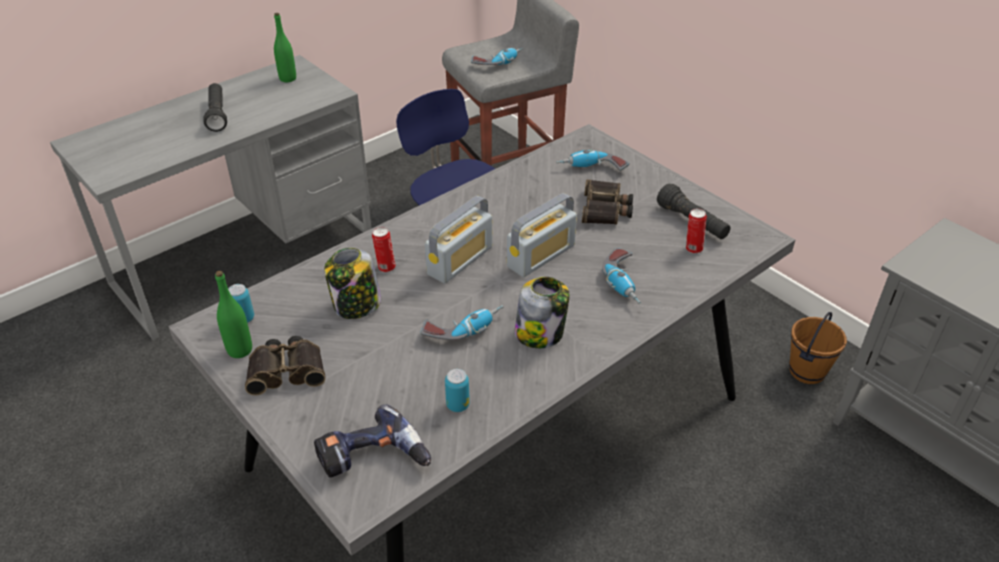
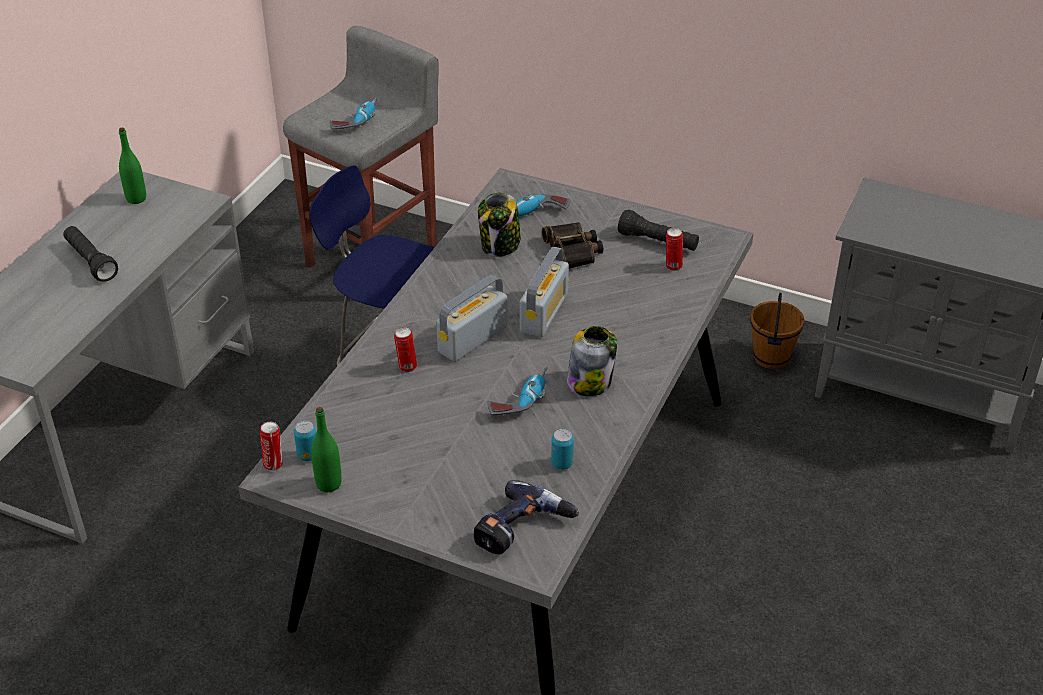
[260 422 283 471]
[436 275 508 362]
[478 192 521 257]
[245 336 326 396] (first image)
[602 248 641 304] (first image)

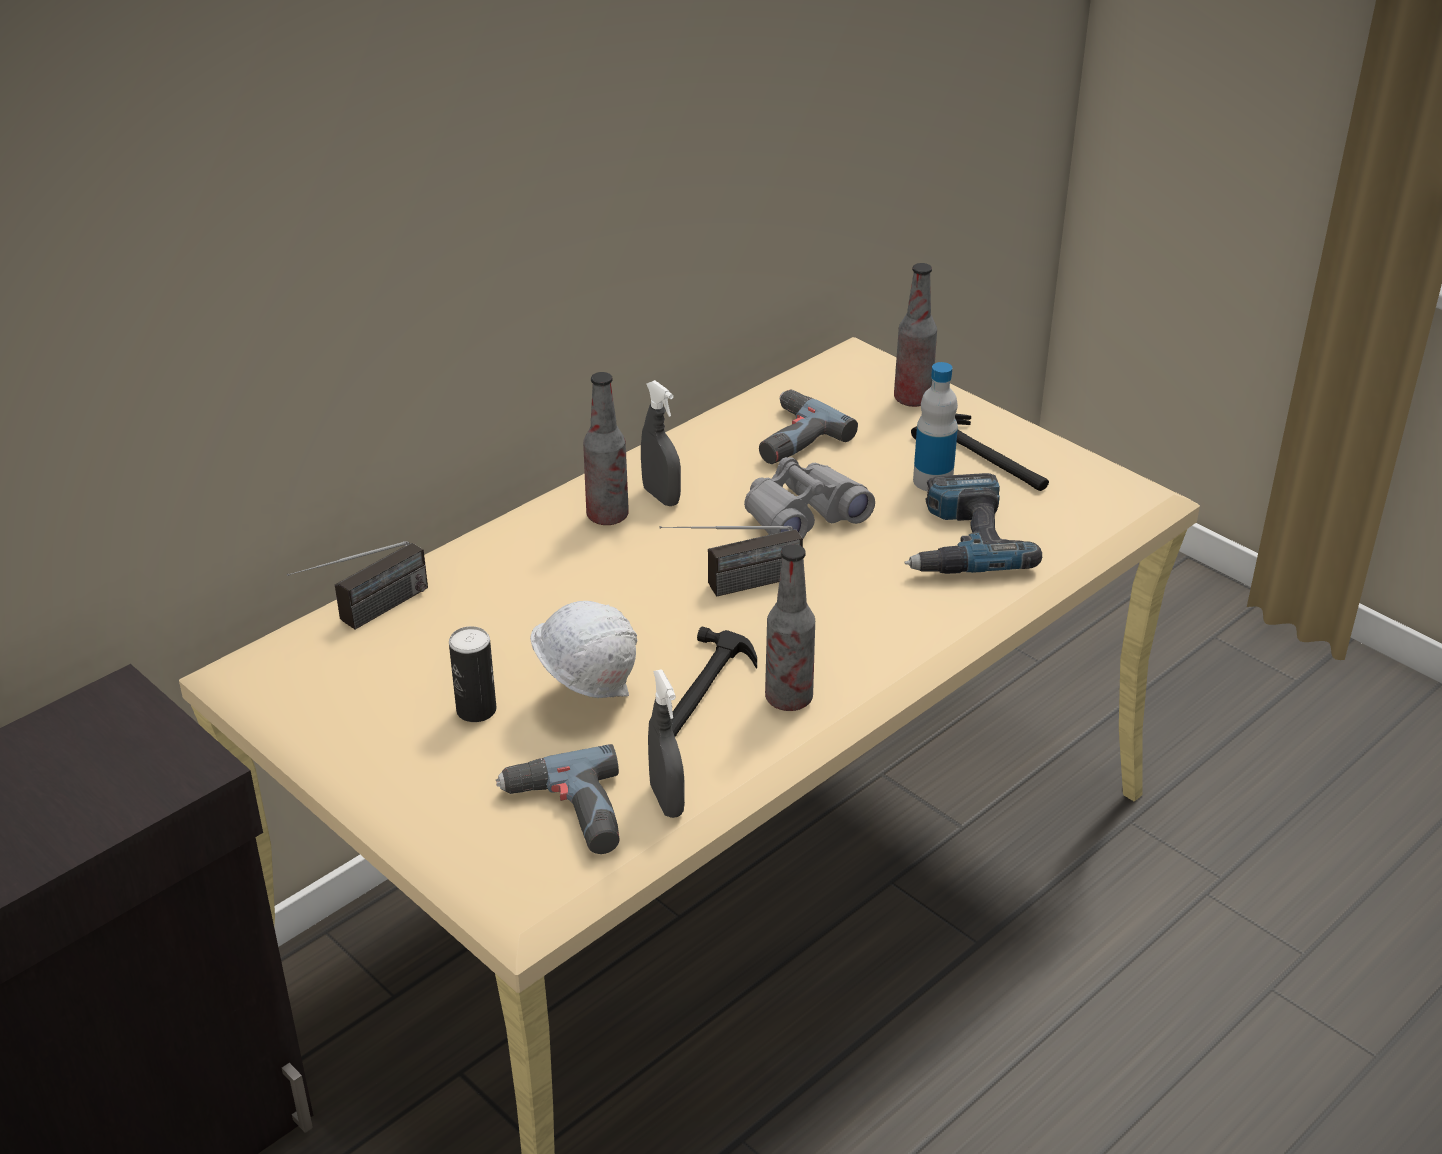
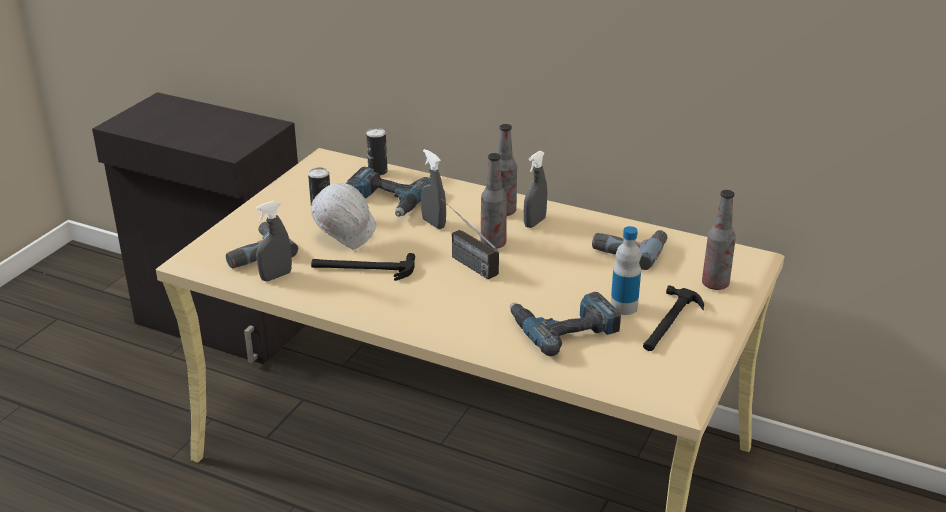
[346 167 431 217]
[366 128 387 176]
[421 149 446 229]
[481 153 507 249]
[744 457 875 538] (first image)

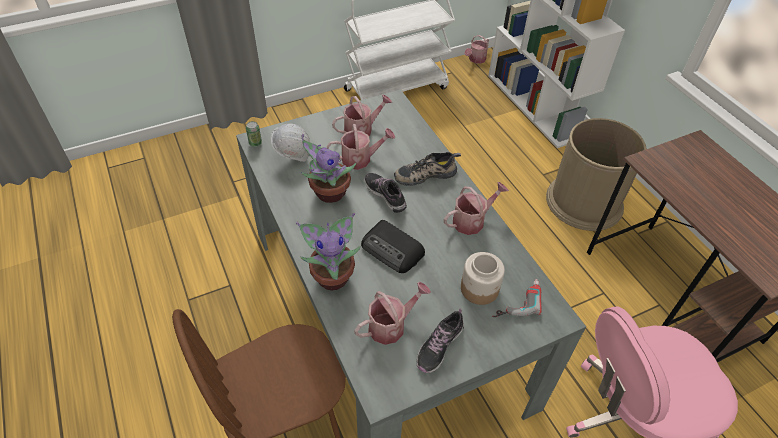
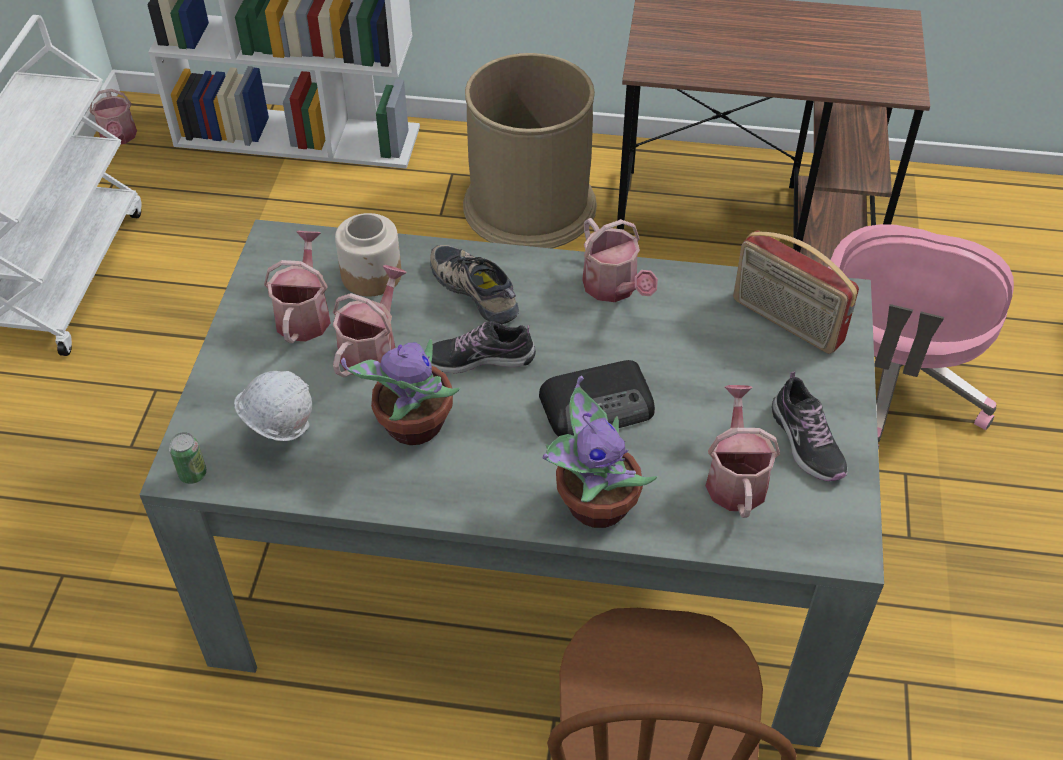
[335 213 401 296]
[430 245 519 324]
[582 218 658 302]
[733 230 859 354]

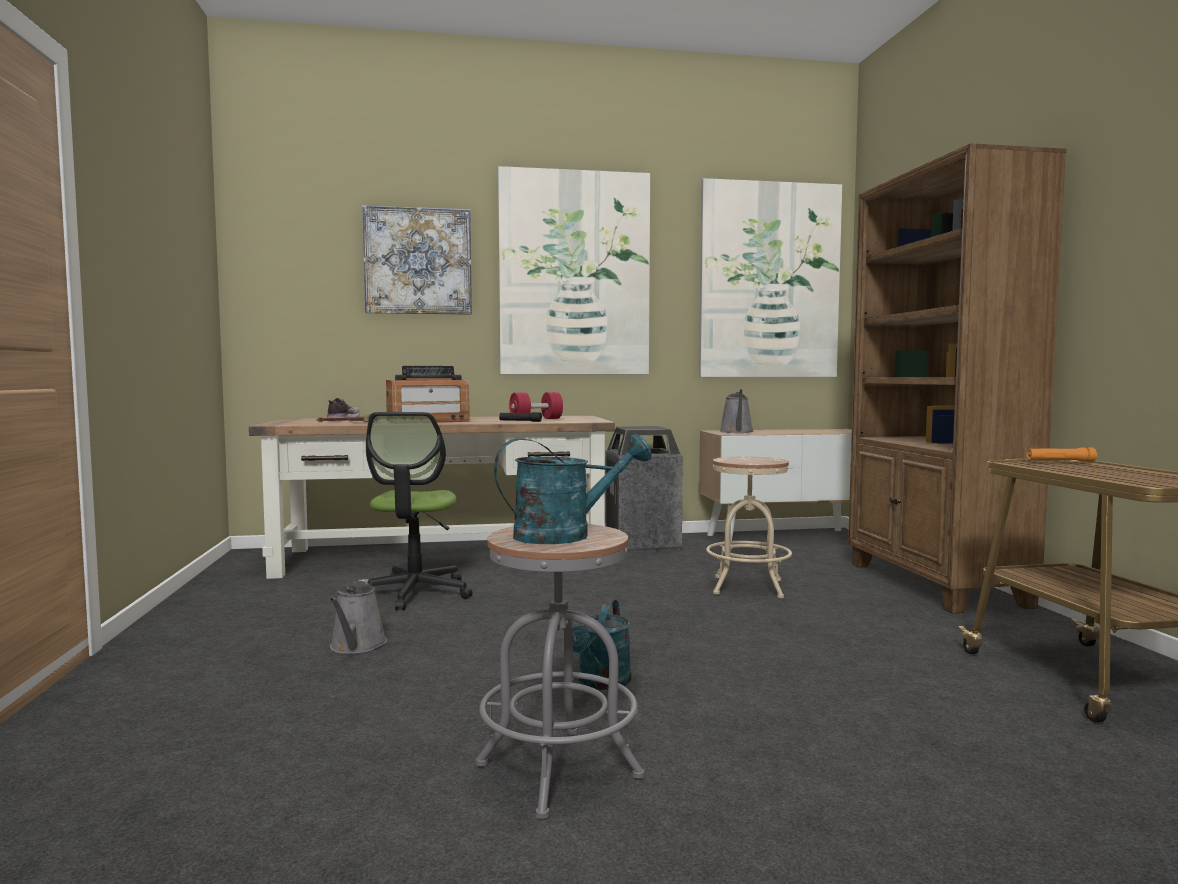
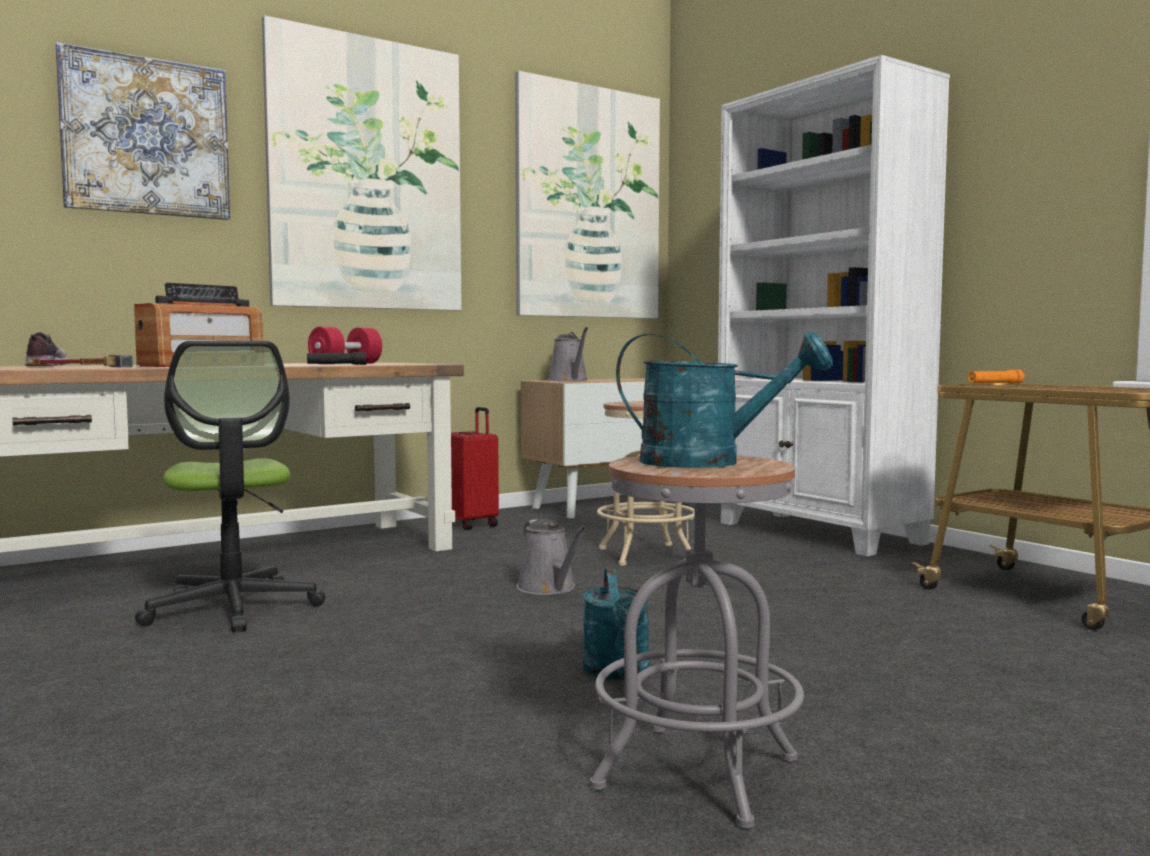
[451 407 499 530]
[517 519 586 595]
[616 331 833 468]
[718 55 950 557]

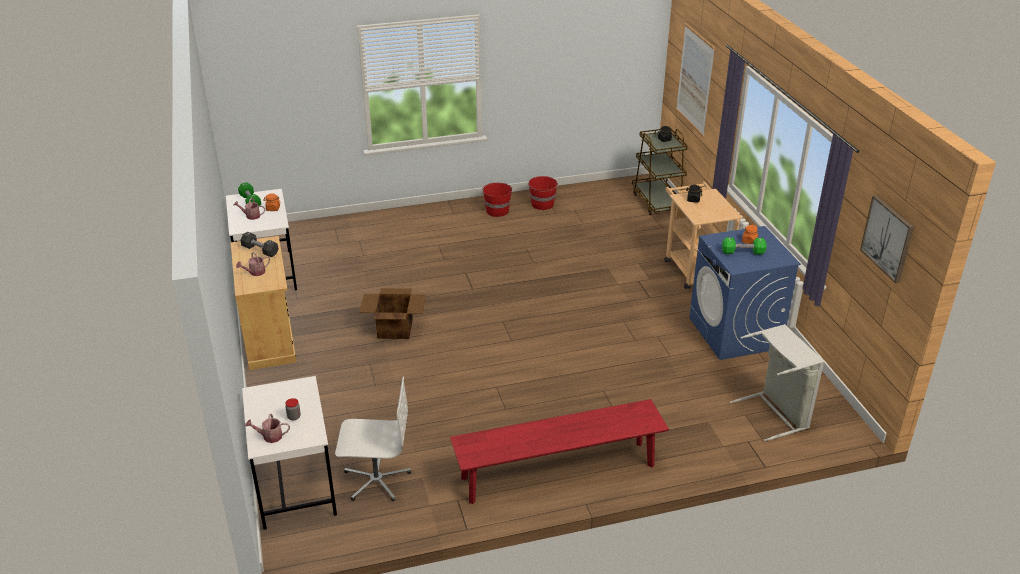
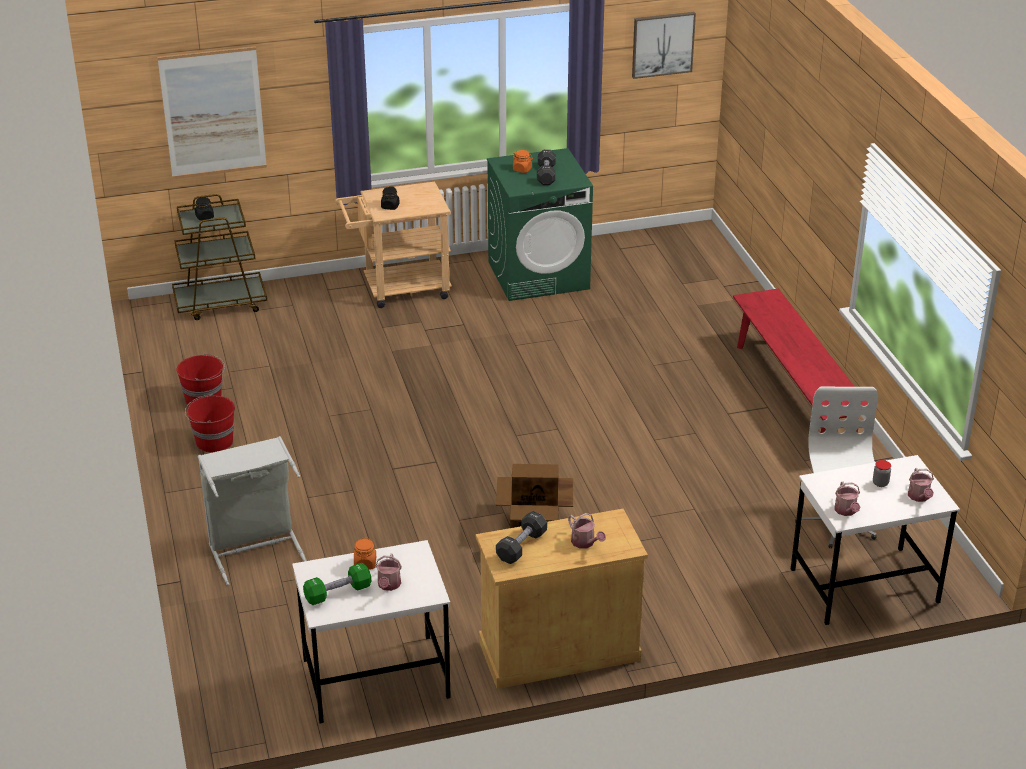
[198 436 307 586]
[487 148 593 301]
[537 150 556 185]
[834 481 860 516]

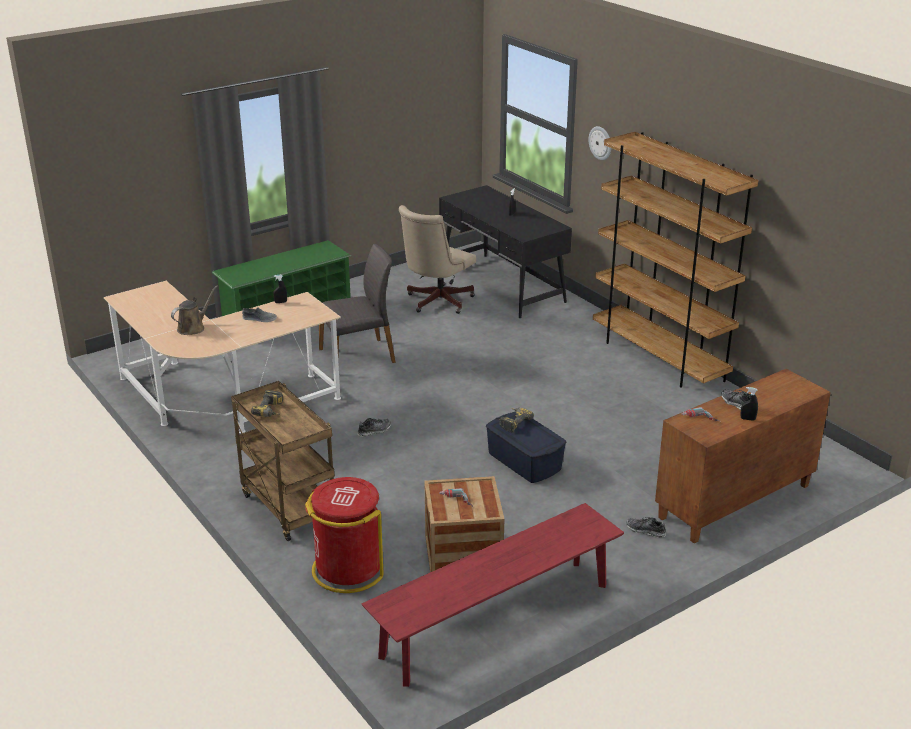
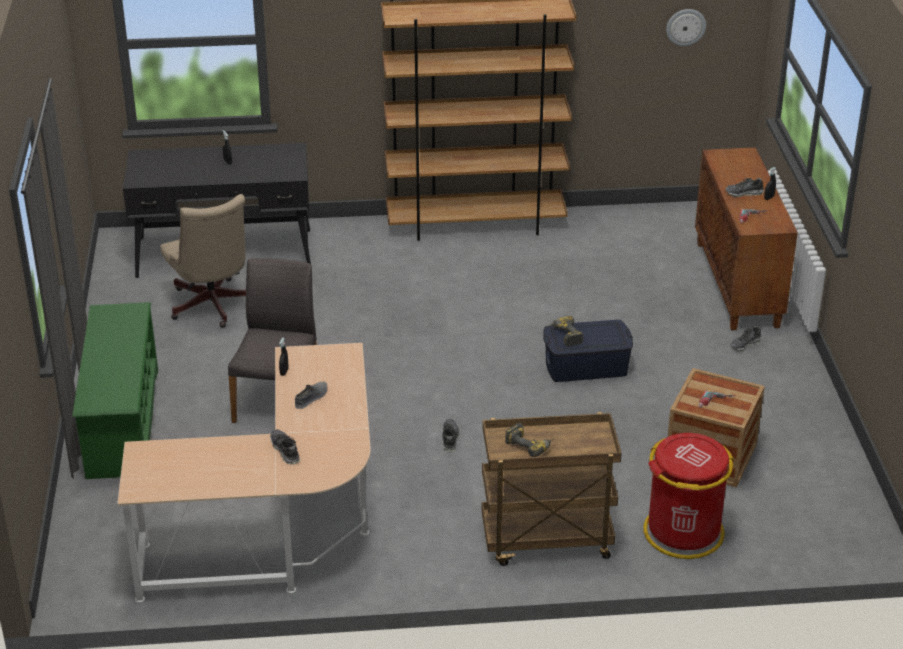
[270 429 300 464]
[666 9 706 46]
[362 503 624 687] (first image)

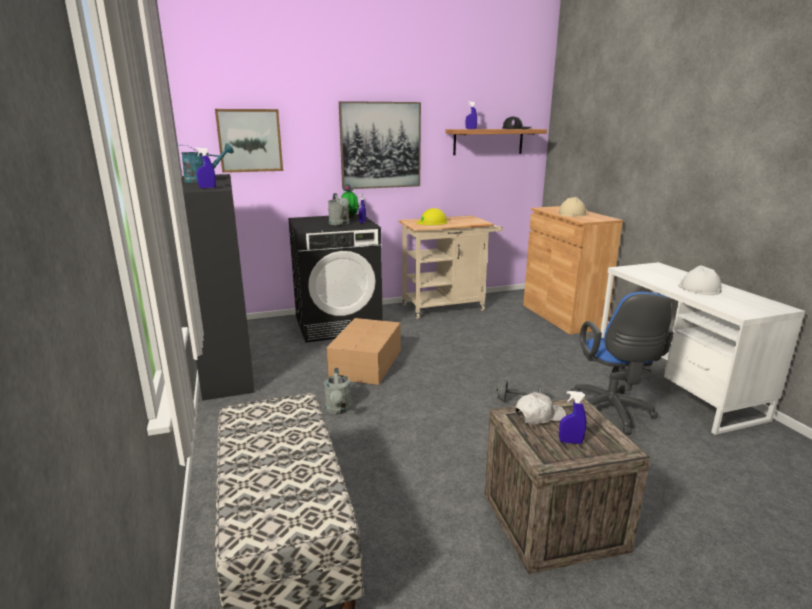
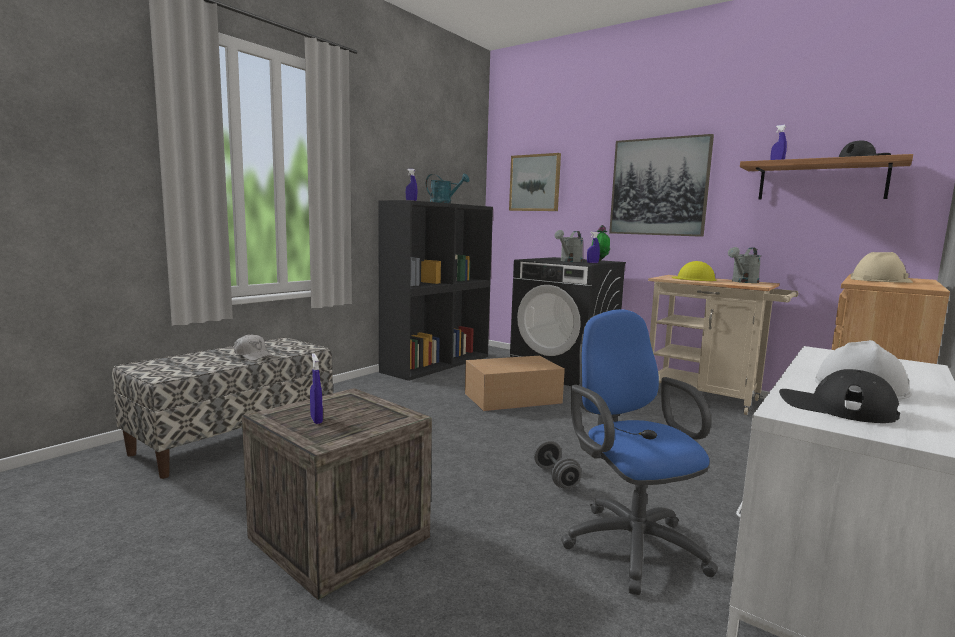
[234 334 274 361]
[561 309 718 595]
[728 247 761 283]
[779 369 900 423]

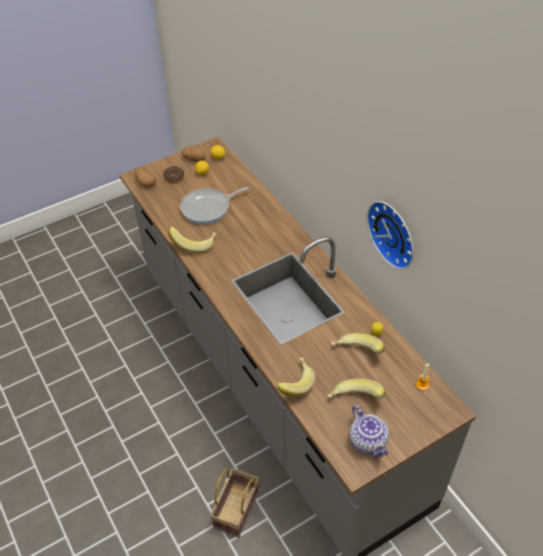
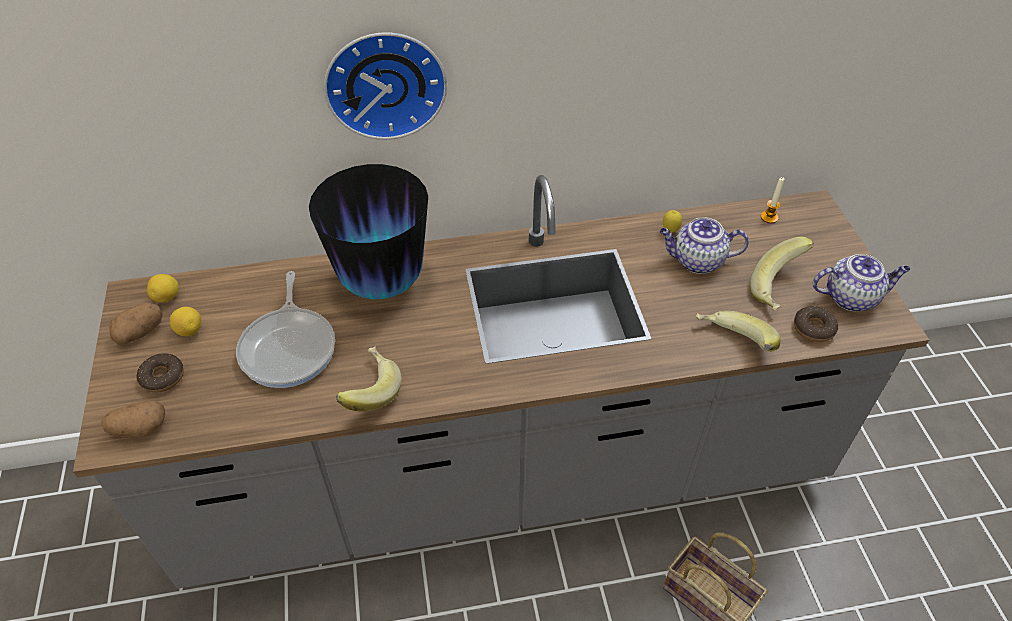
[309 164 428 299]
[324 32 447 140]
[659 217 749 274]
[794 306 838 342]

